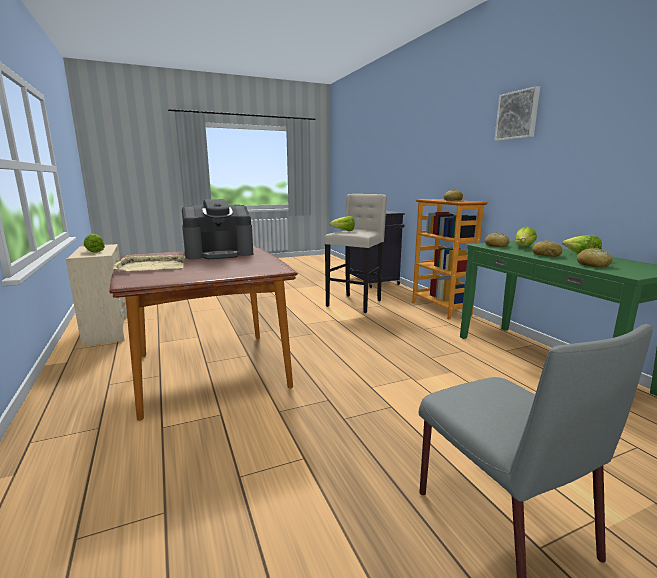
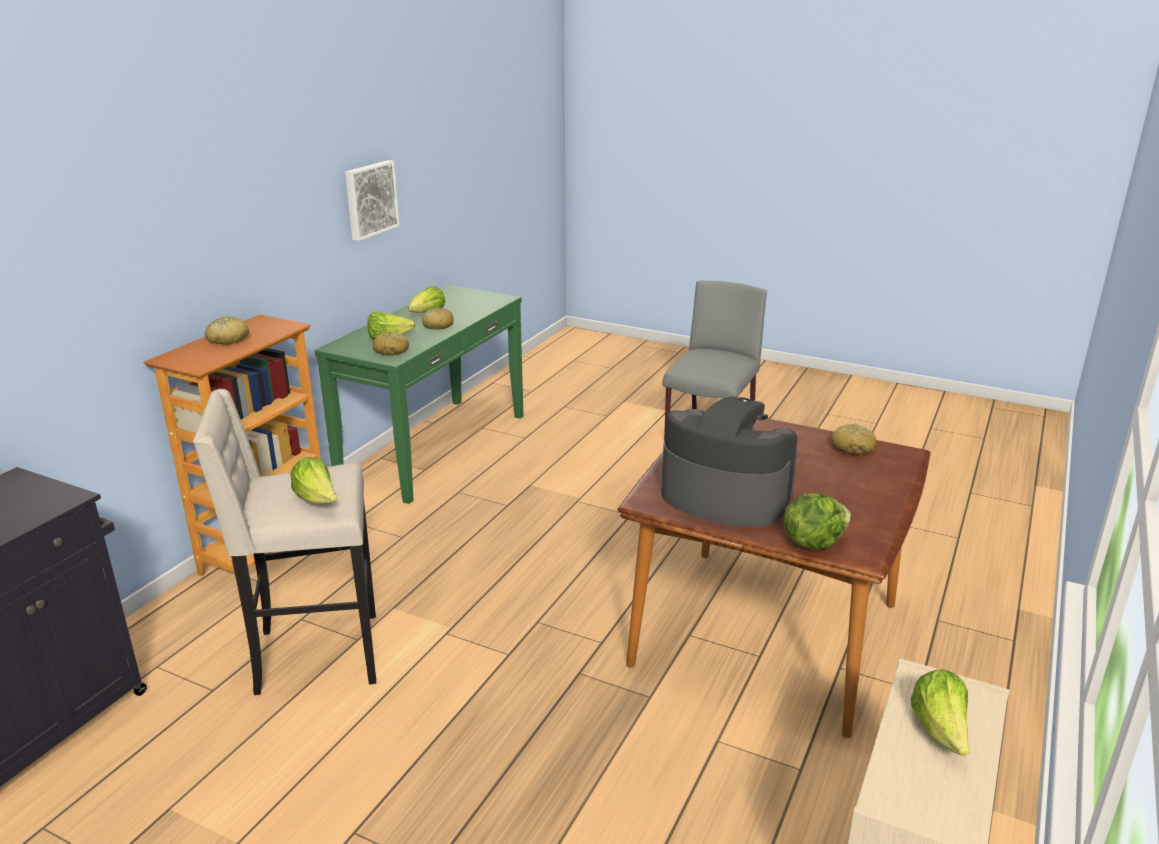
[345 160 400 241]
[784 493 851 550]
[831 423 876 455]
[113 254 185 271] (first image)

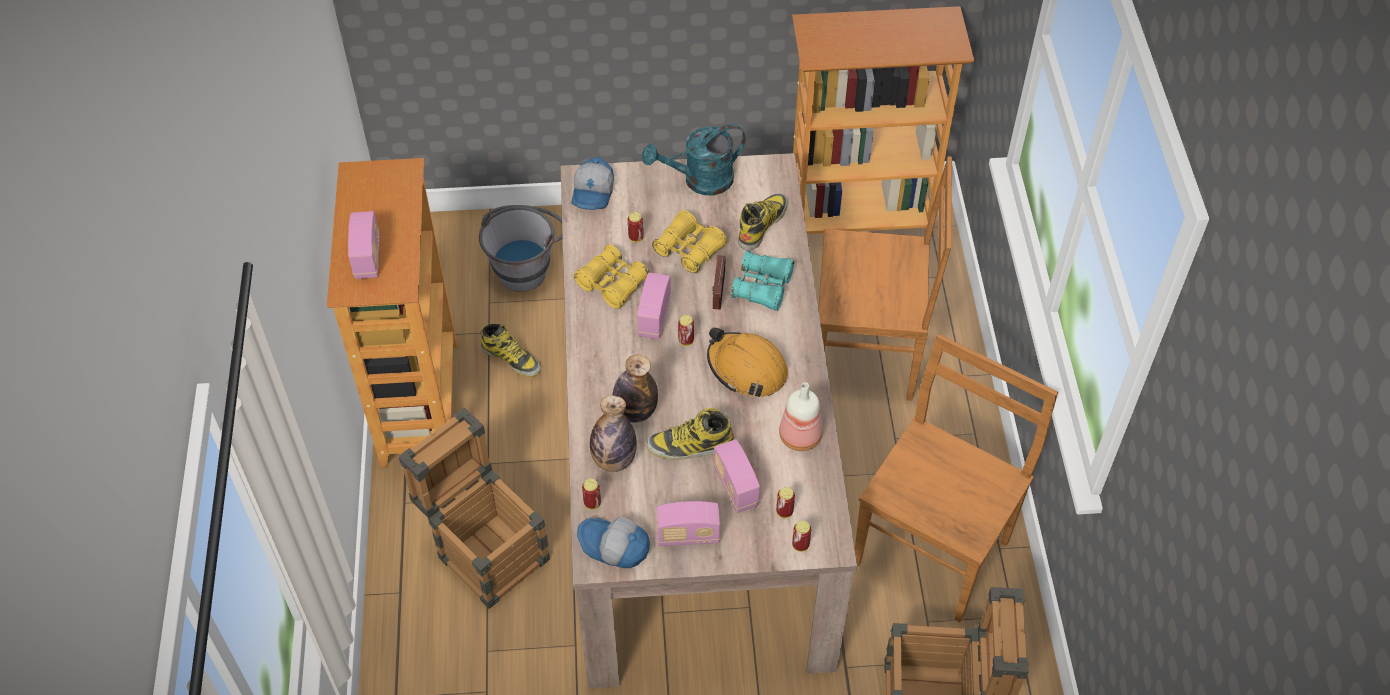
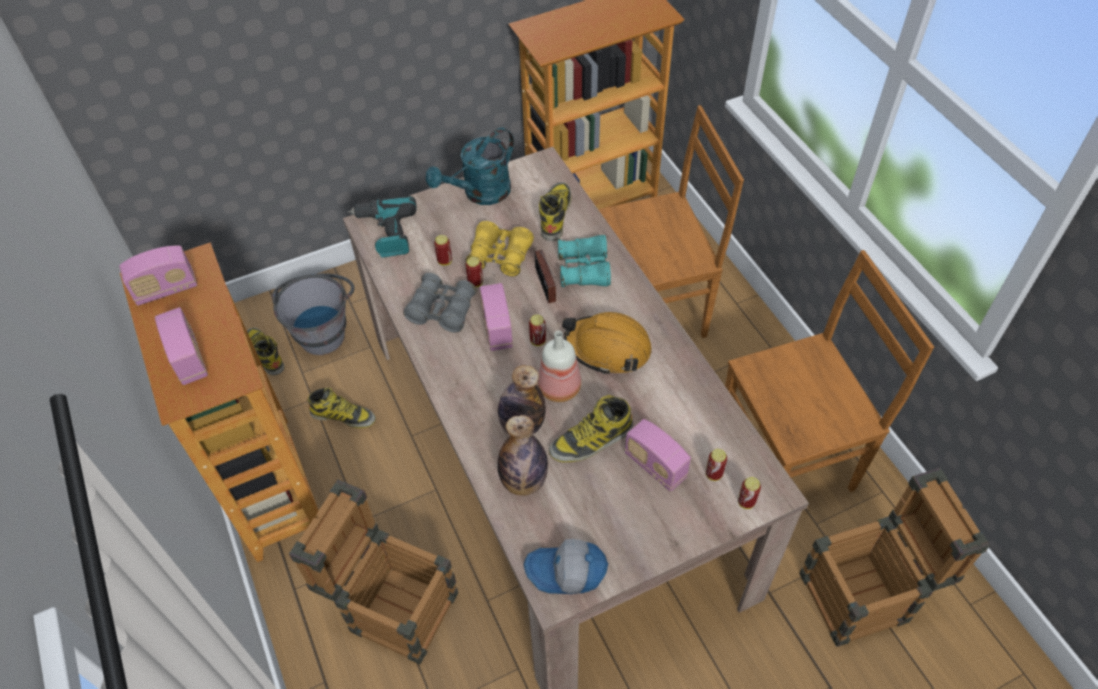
[119 245 197 306]
[247 328 285 375]
[347 196 416 257]
[403 273 477 333]
[465 257 483 287]
[538 331 581 402]
[725 250 934 492]

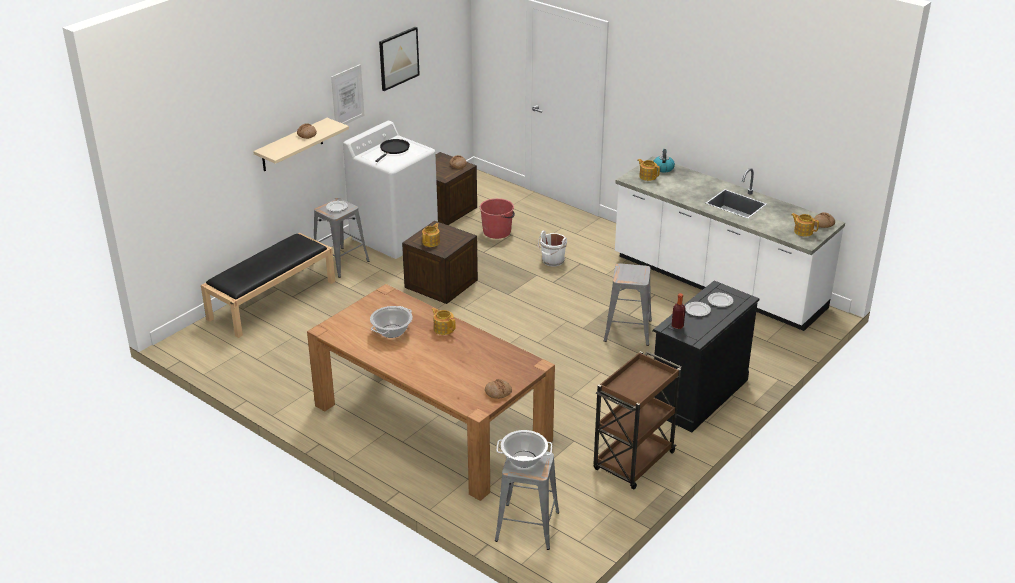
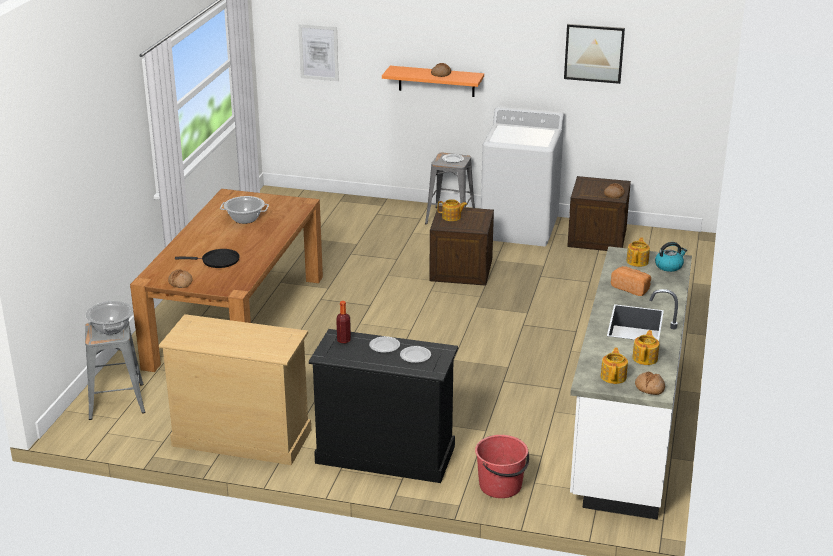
[159 314 311 465]
[175 249 240 268]
[298 24 339 81]
[382 66 484 97]
[475 435 529 498]
[611 266 651 296]
[632 330 659 365]
[201 233 335 338] (first image)
[538 230 567 267] (first image)
[604 263 652 346] (first image)

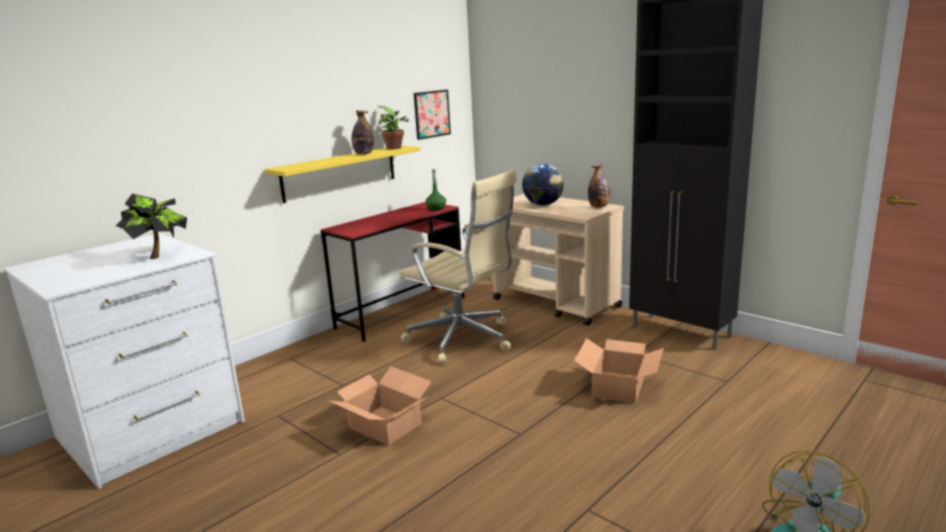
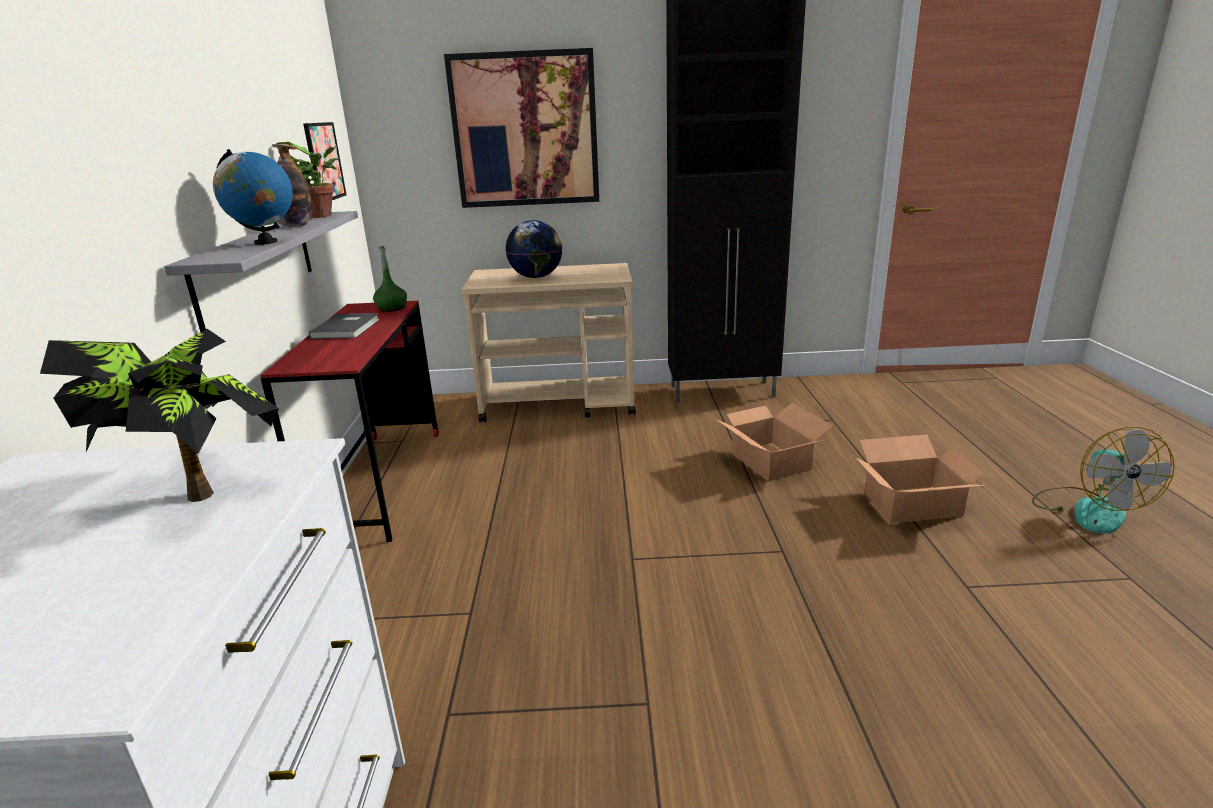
[164 211 358 332]
[213 149 293 245]
[309 313 380 339]
[444 48 599 208]
[855 434 988 523]
[399 169 517 364] (first image)
[588 164 610 208] (first image)

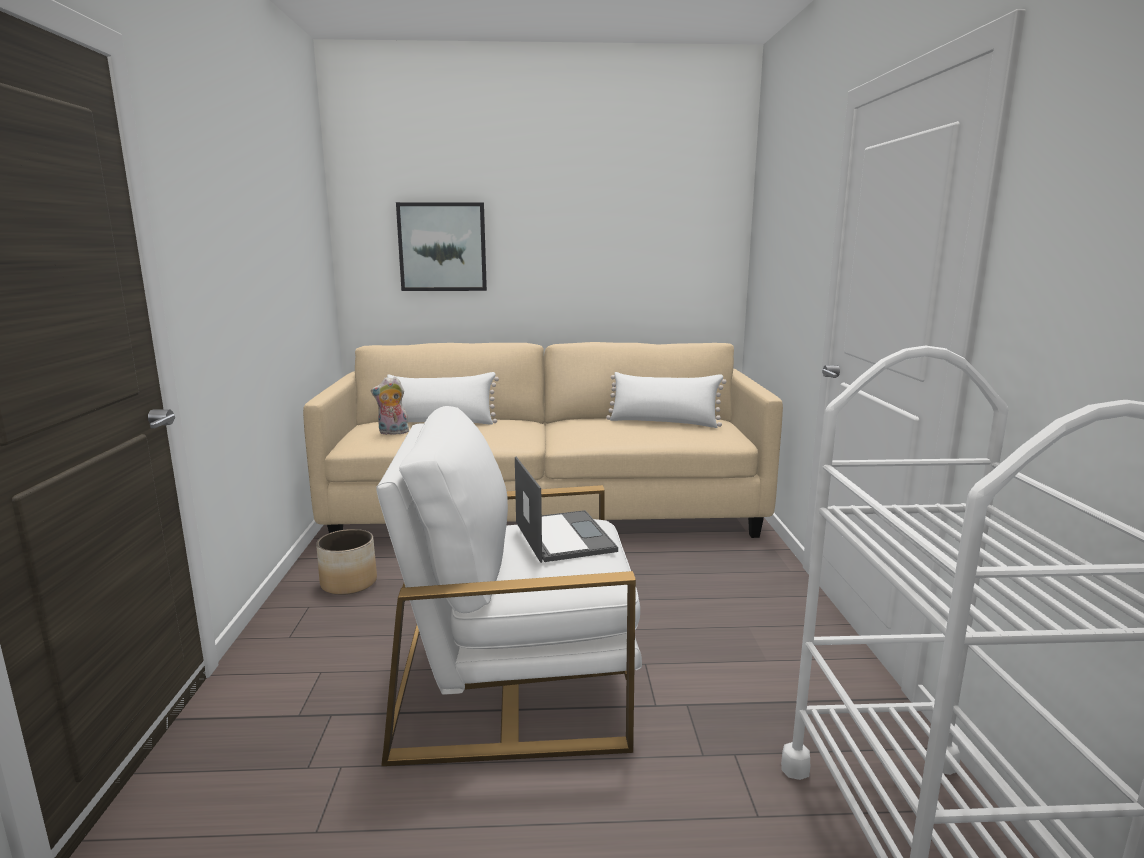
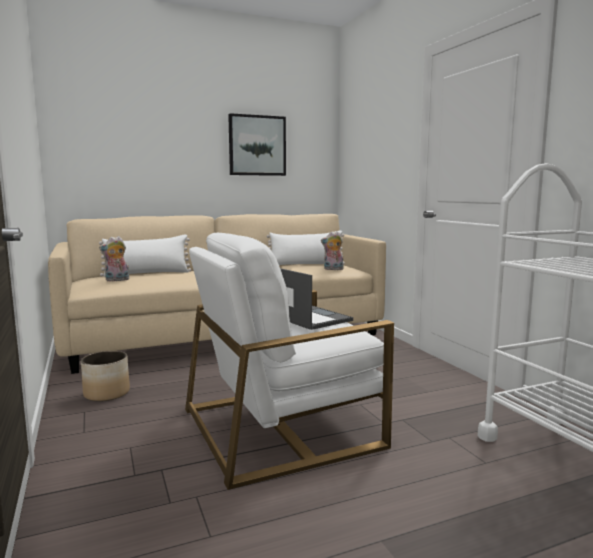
[228 113 286 176]
[321 231 343 270]

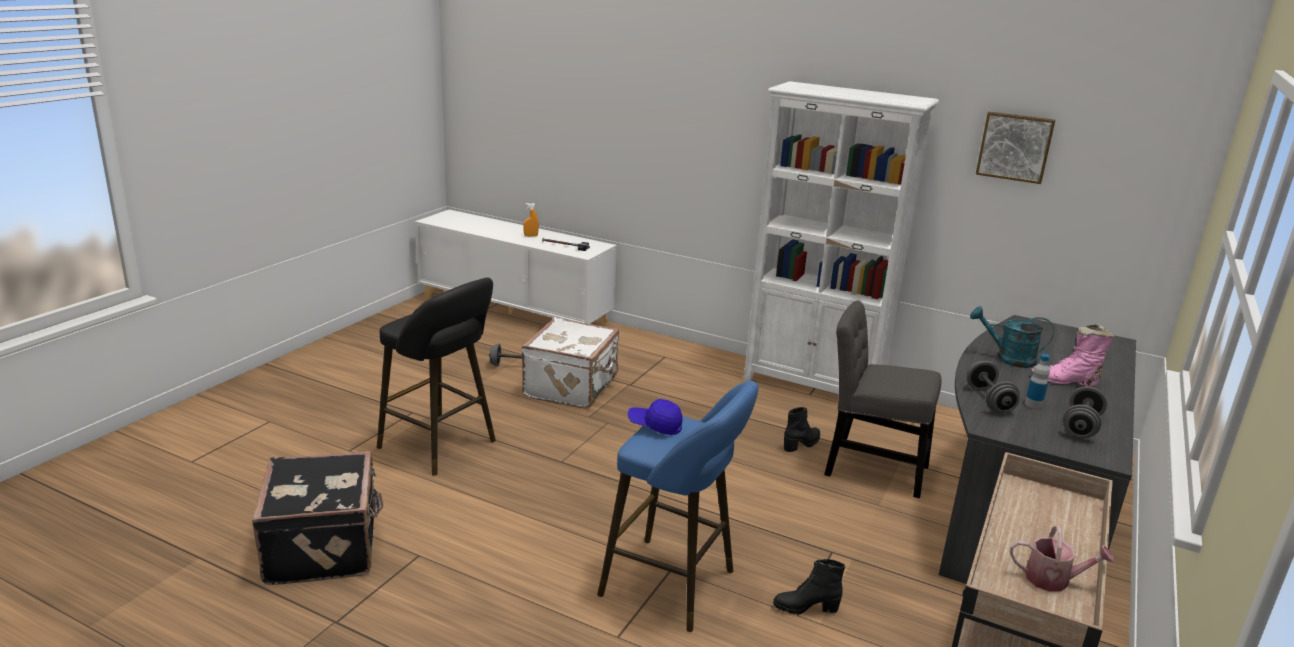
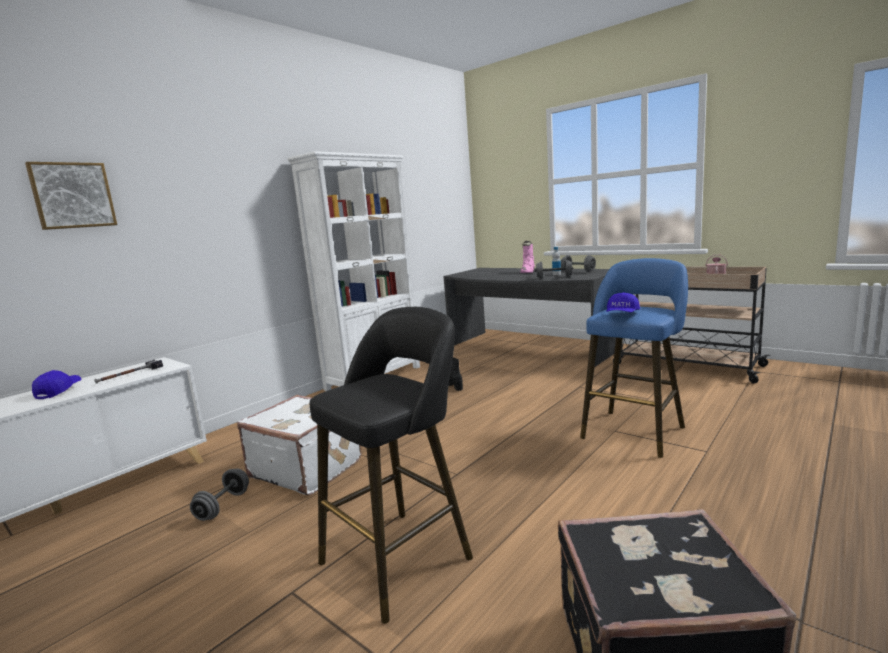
[25 162 117 230]
[32 370 81 399]
[773 559 845 615] (first image)
[824 301 941 498] (first image)
[970 306 1054 368] (first image)

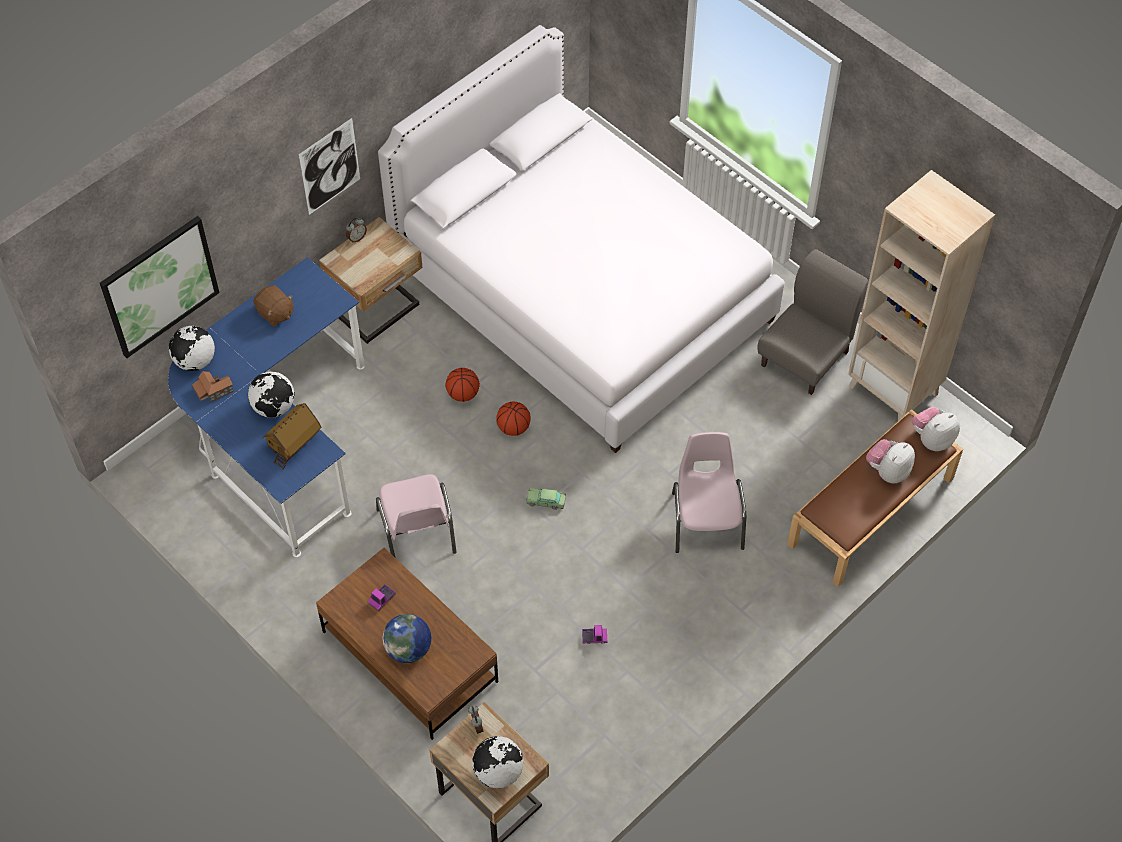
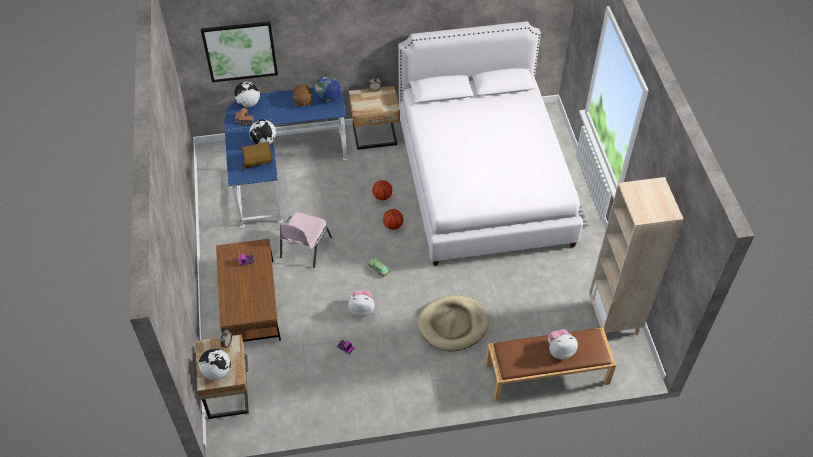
[315 76 341 102]
[348 291 375 317]
[418 295 489 351]
[299 118 360 215] (first image)
[758 249 868 395] (first image)

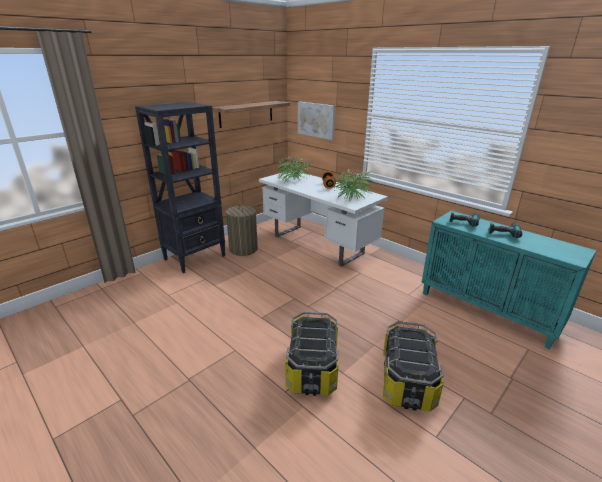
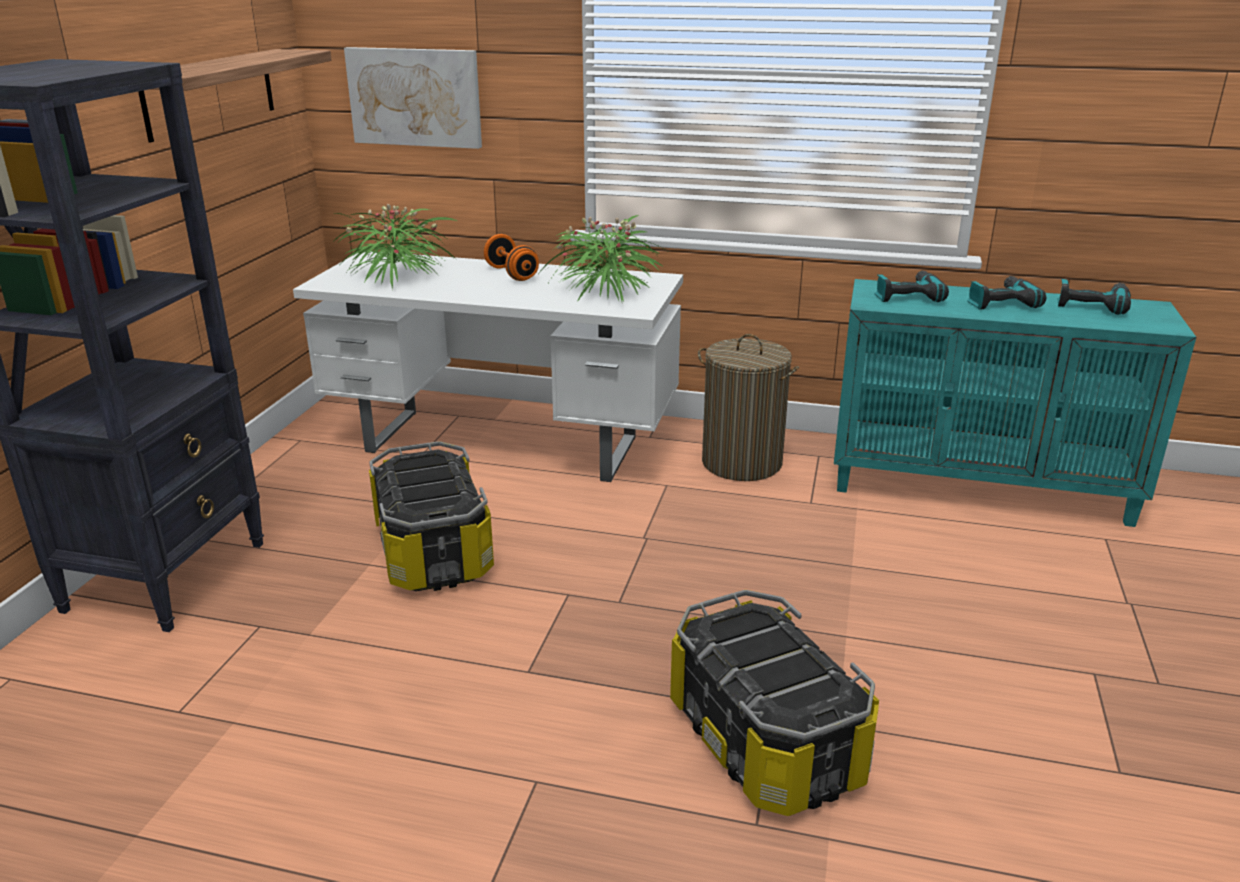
[369 441 494 592]
[698 334 799 481]
[1057 279 1131 315]

